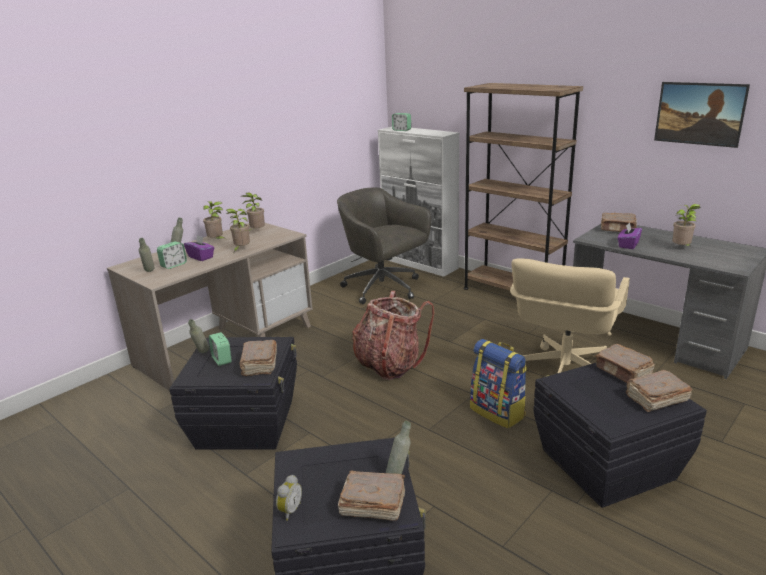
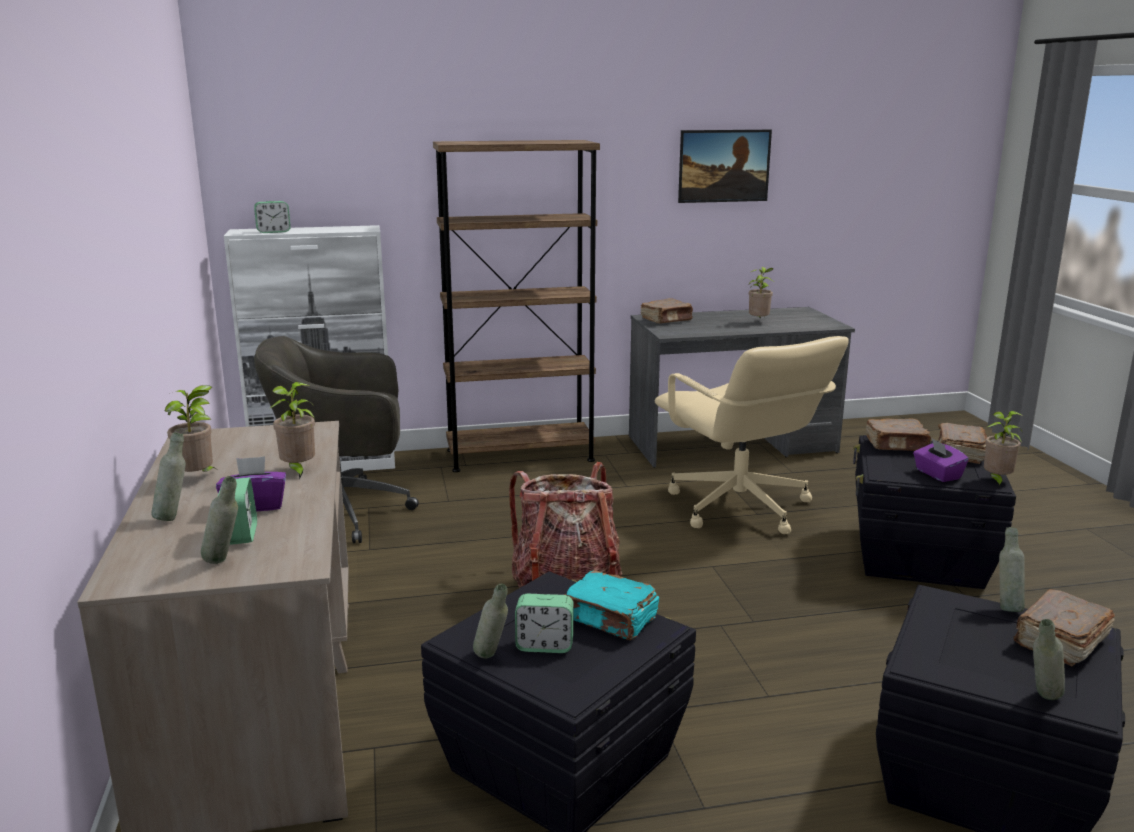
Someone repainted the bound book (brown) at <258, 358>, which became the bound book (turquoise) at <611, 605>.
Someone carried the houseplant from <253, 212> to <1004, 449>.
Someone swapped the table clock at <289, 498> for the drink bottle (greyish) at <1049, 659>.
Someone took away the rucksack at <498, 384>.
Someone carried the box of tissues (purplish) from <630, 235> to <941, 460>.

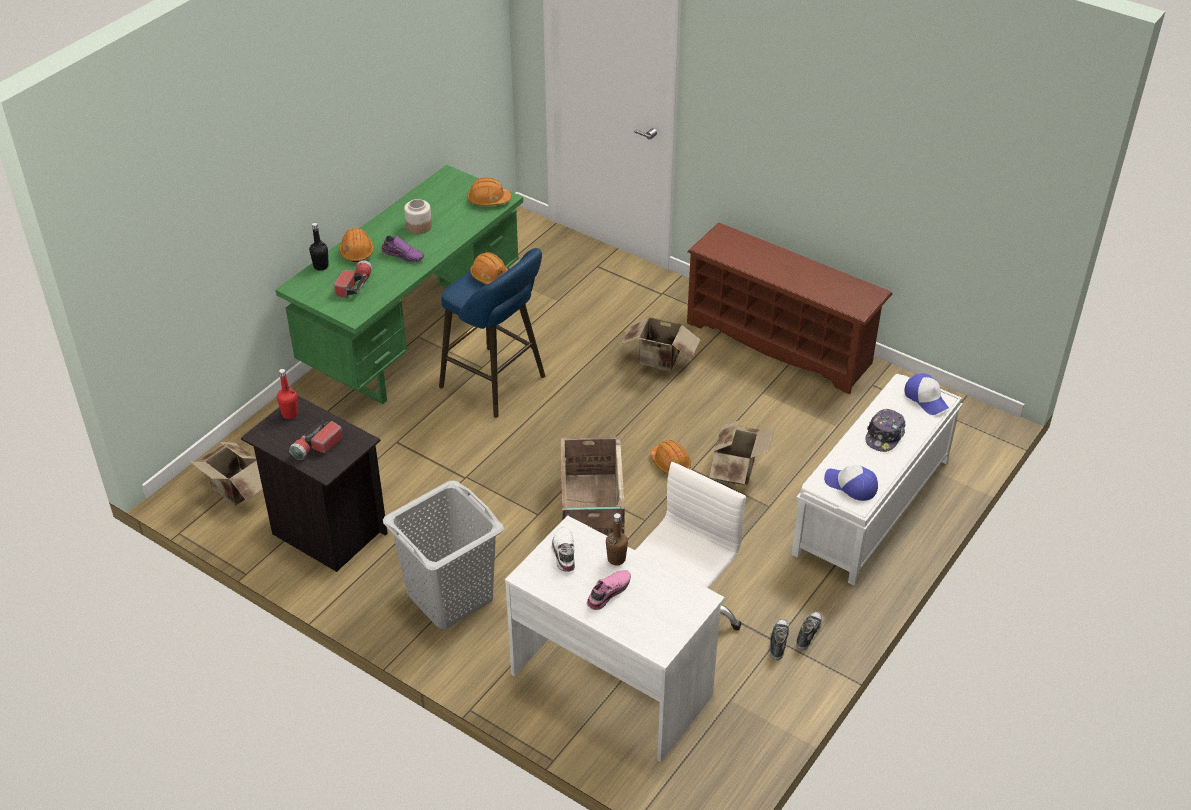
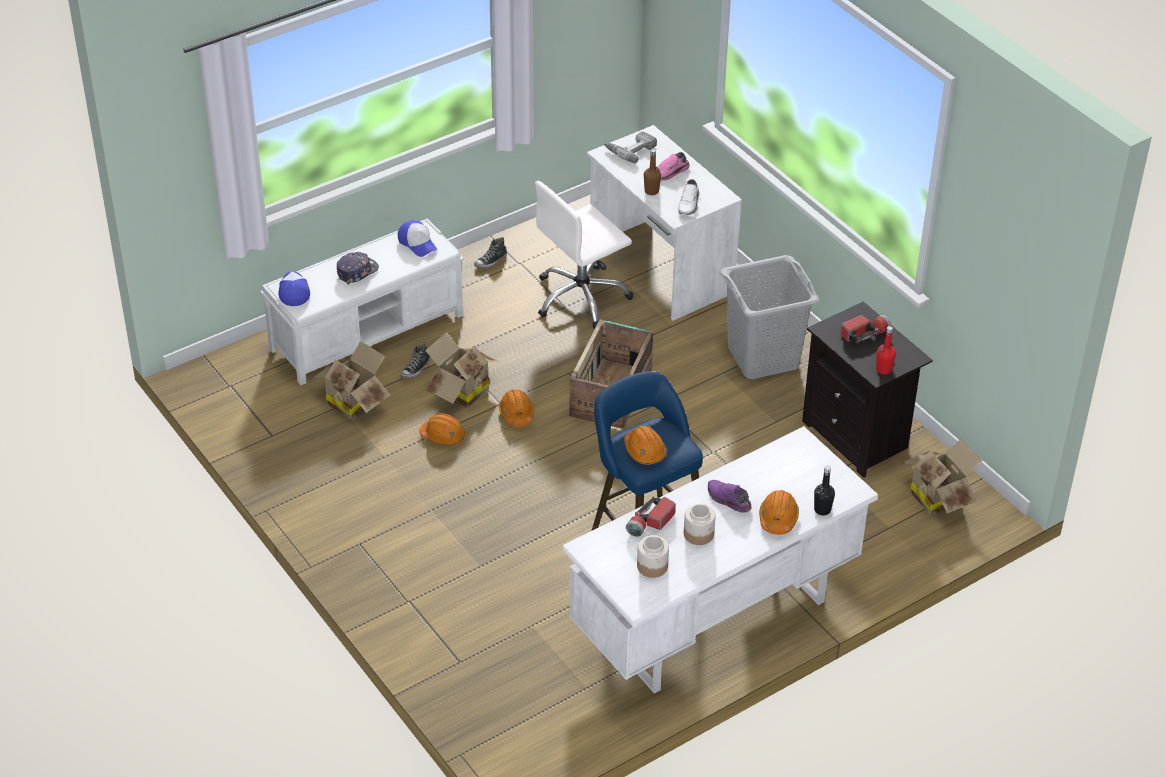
Someone repainted the desk table (greenish) at <399, 284>, which became the desk table (whitish) at <720, 559>.
Someone carried the torch from <353, 279> to <651, 516>.
Someone carried the safety helmet (orange-coloured) from <489, 191> to <442, 429>.
Someone carried the carton from <661, 344> to <350, 380>.
Someone took away the shoe rack (brown) at <789, 308>.
Someone carried the shoe from <780, 639> to <415, 360>.
Someone put down the electric drill at <630, 147>.
Someone put down the storage jar at <653, 556>.

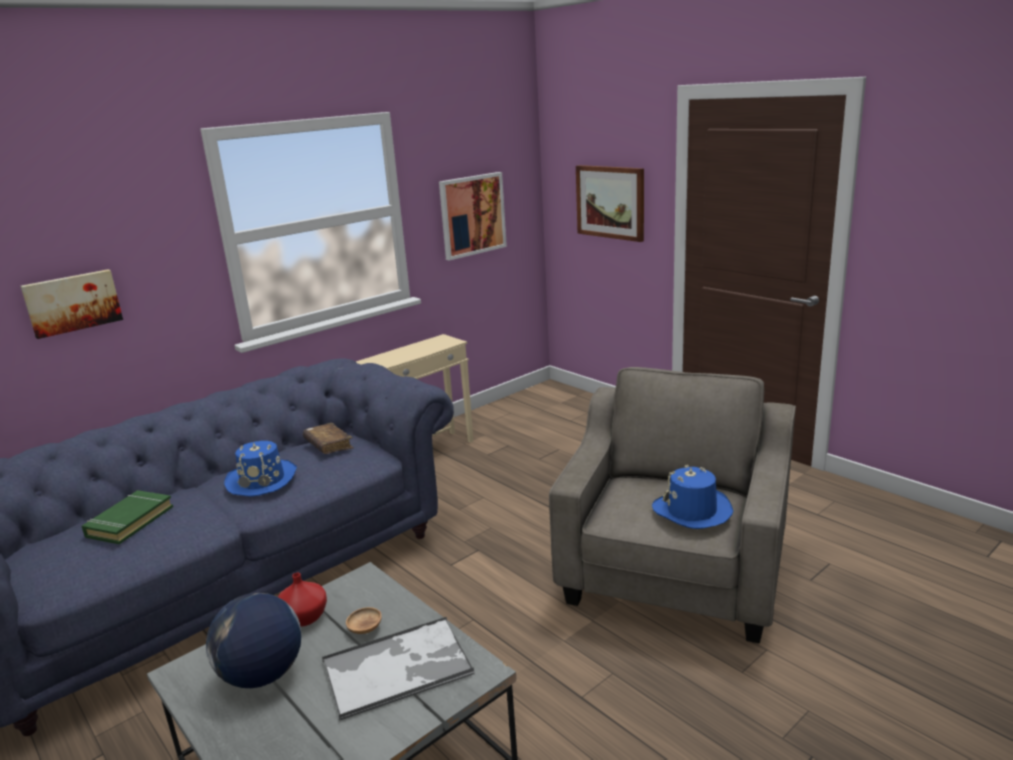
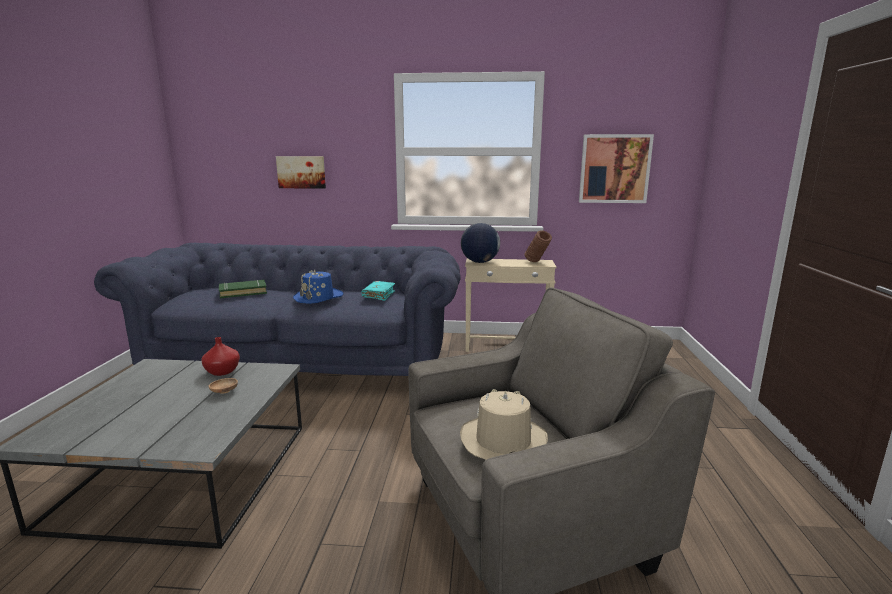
Someone carried the world globe from <254, 640> to <480, 243>.
Someone repainted the bound book (brown) at <328, 438>, which became the bound book (turquoise) at <378, 291>.
Someone took away the carrying tray at <398, 669>.
Someone took away the wall picture at <610, 203>.
Someone repainted the wearable hat (blue) at <692, 497>, which became the wearable hat (beige-coloured) at <504, 424>.
Someone put down the decorative vase (brown) at <538, 246>.

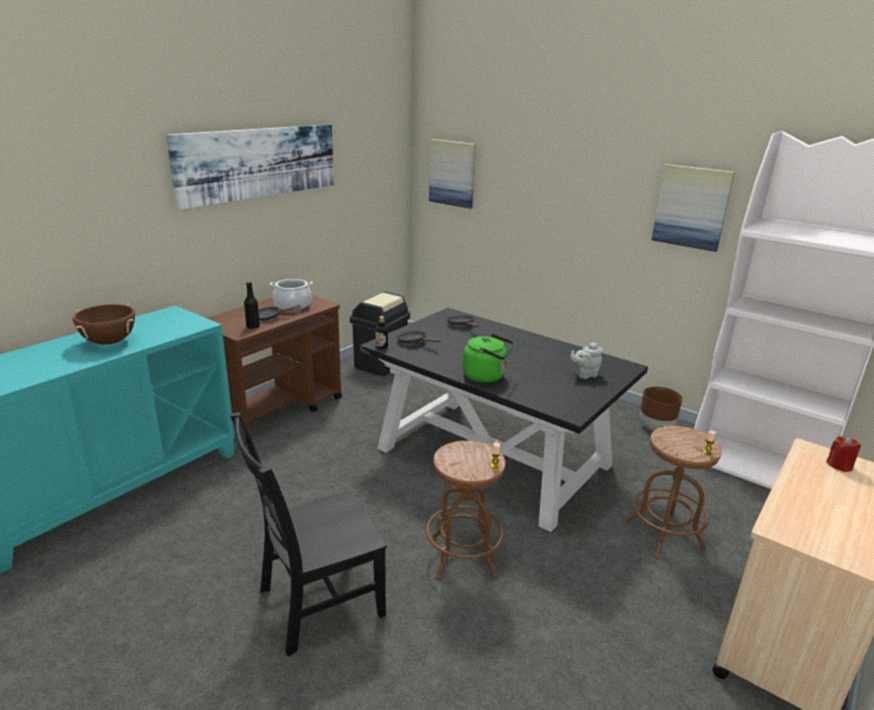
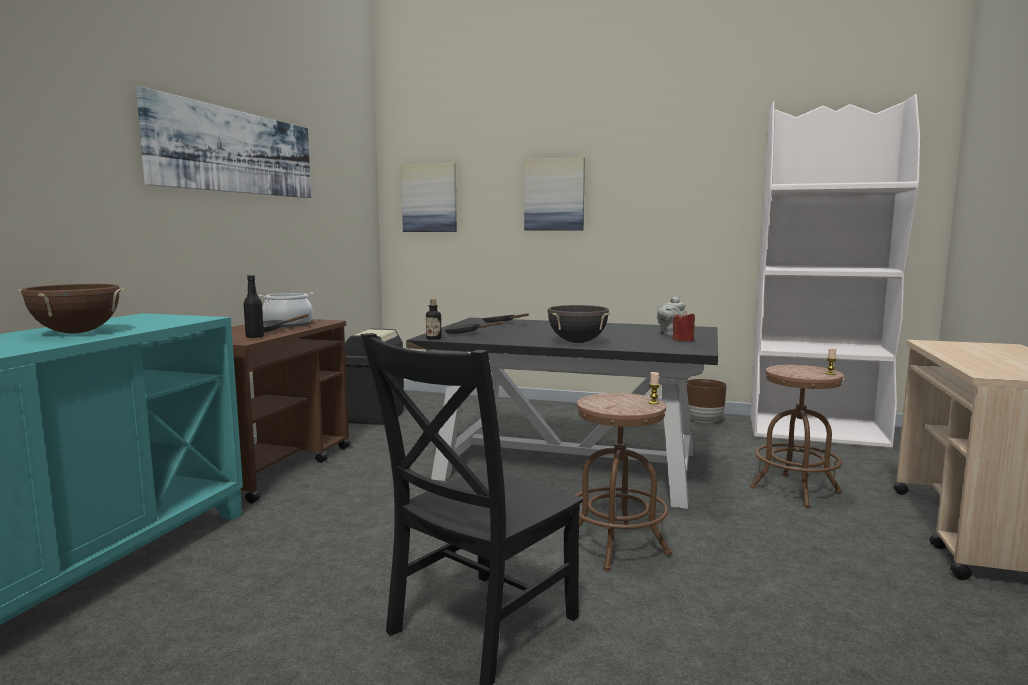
Someone swapped the tea kettle (greenish) at <488, 358> for the saucepot (black-coloured) at <578, 324>.
Someone carried the wall picture from <693, 208> to <554, 194>.
Someone carried the candle (red) from <843, 454> to <683, 326>.

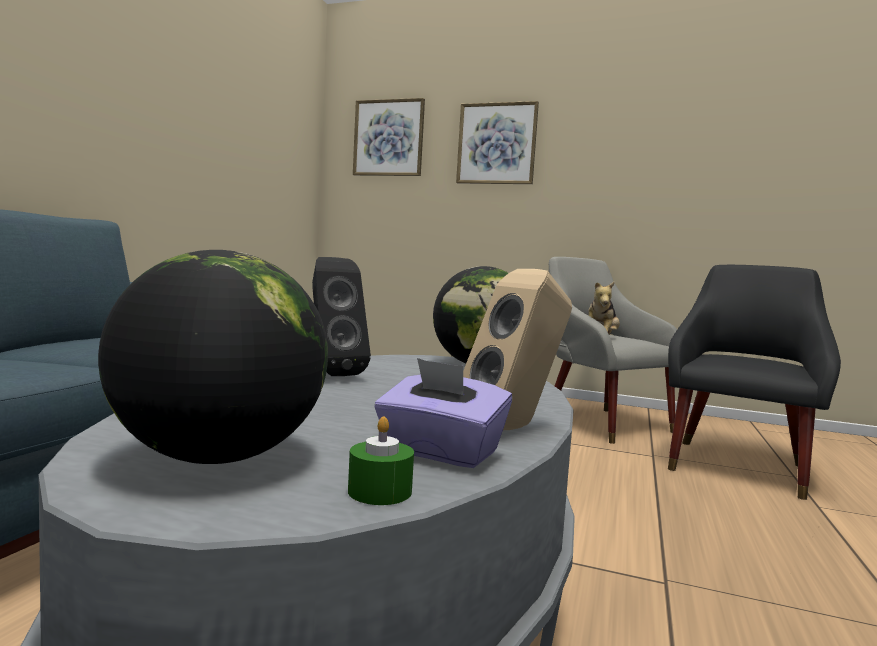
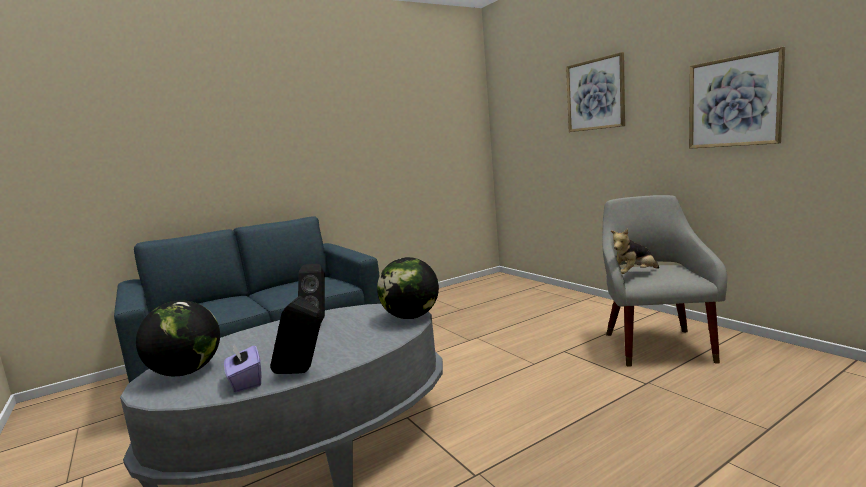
Someone took away the candle (greenish) at <381, 460>.
Someone carried the wall picture from <389, 137> to <737, 98>.
Someone repainted the loudspeaker (beige-coloured) at <517, 349>, which became the loudspeaker (black-coloured) at <296, 335>.
Someone took away the easy chair (black-coloured) at <754, 382>.

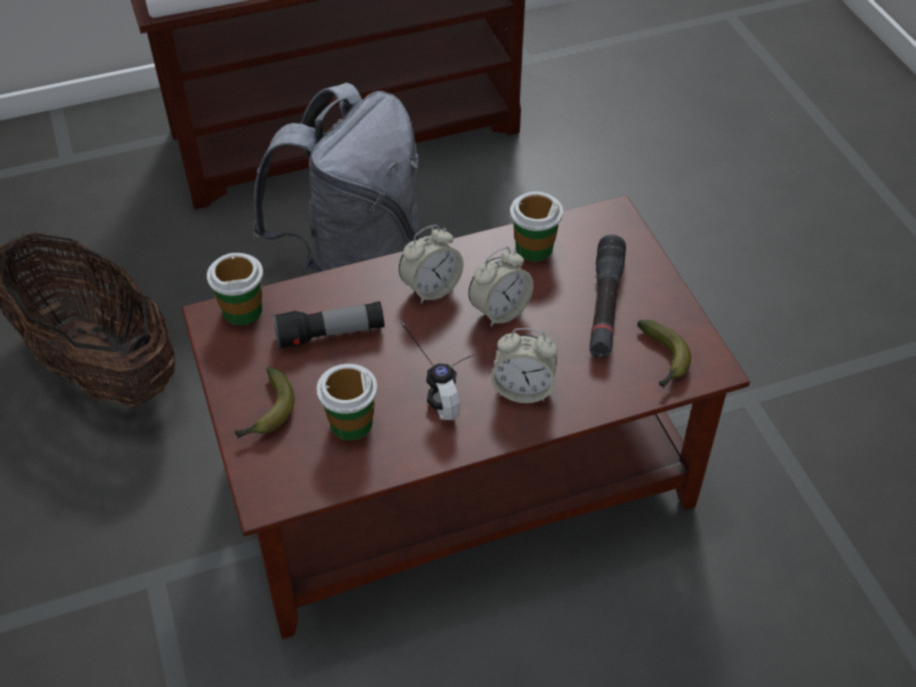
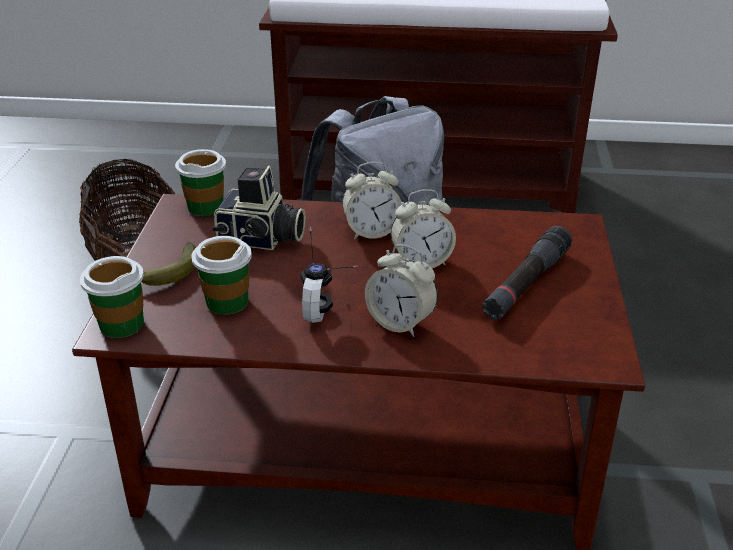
Someone swapped the torch at <328, 325> for the still camera at <259, 208>.
Someone carried the small cup from <536, 226> to <112, 297>.
Someone took away the whole banana at <664, 354>.

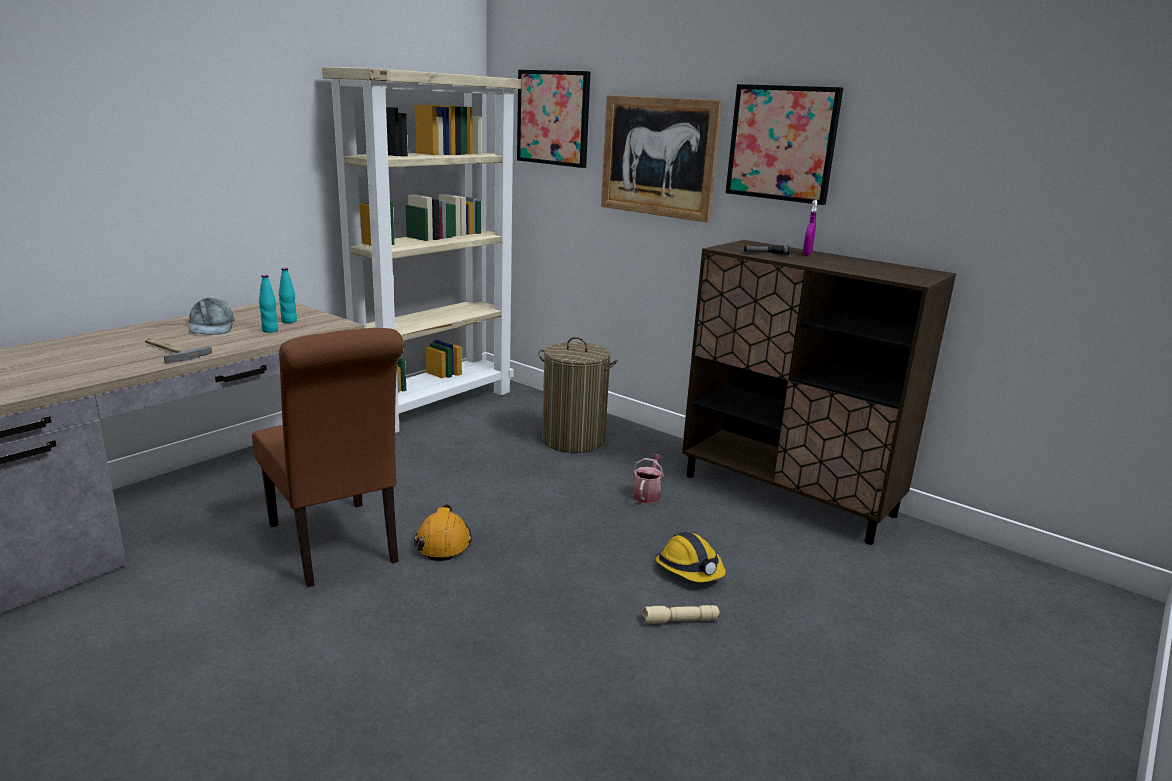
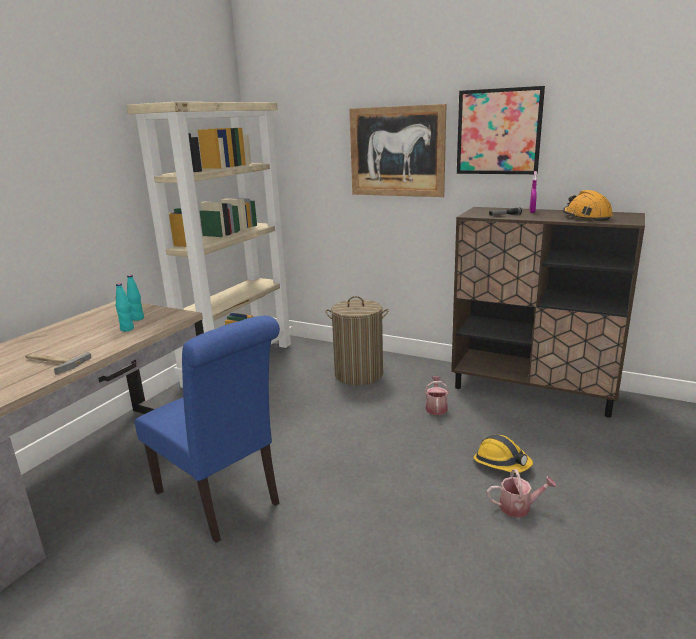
Someone took away the peaked cap (greyish) at <212, 316>.
Someone repainted the upright chair (brown) at <328, 458>, which became the upright chair (blue) at <207, 429>.
Someone carried the safety helmet (orange-coloured) from <443, 532> to <588, 205>.
Someone took away the wall picture at <553, 119>.
Someone swapped the torch (beige-coloured) at <681, 614> for the watering pot at <522, 493>.

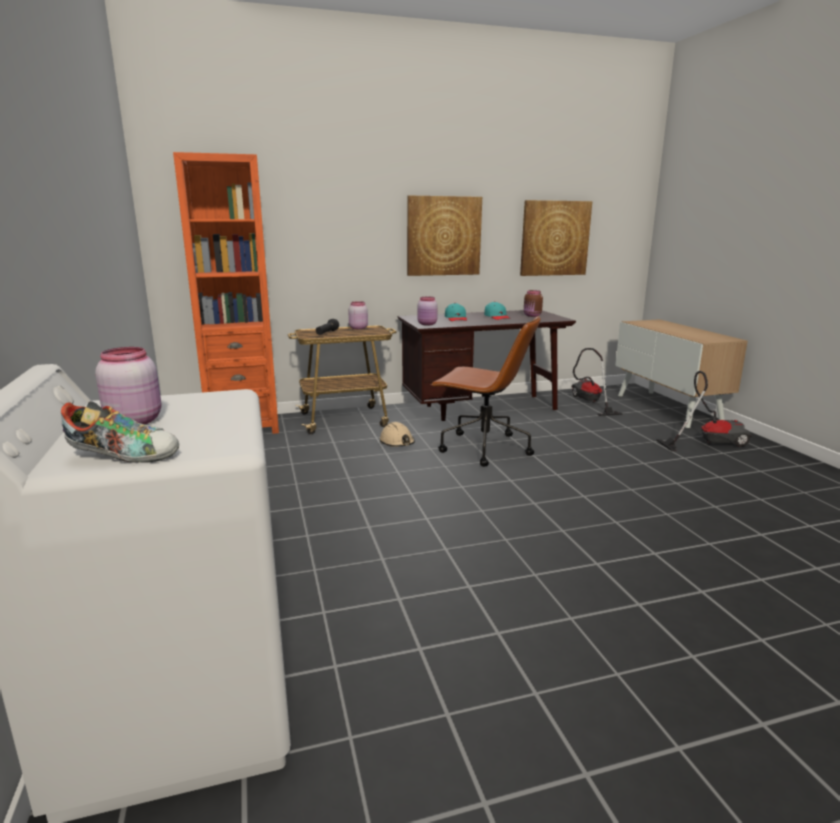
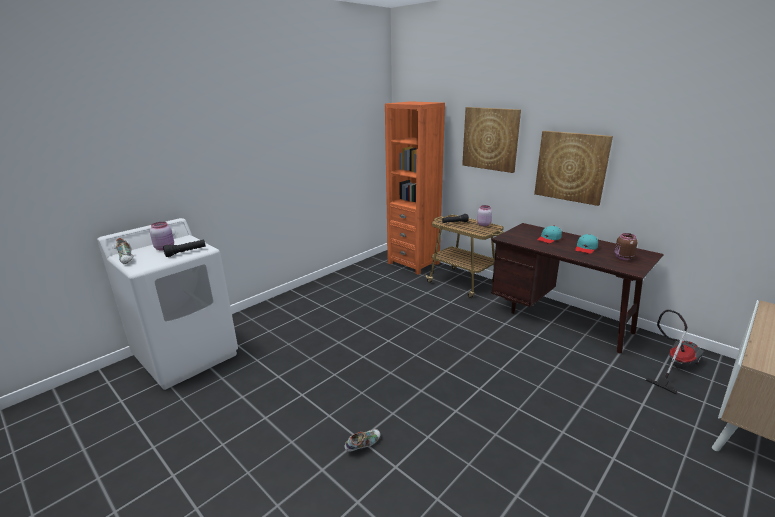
Someone took away the safety helmet (beige-coloured) at <397, 434>.
Someone took away the storage jar (pink) at <427, 311>.
Someone took away the desk chair (brown) at <486, 391>.
Someone carried the wall picture from <556, 238> to <491, 140>.
Someone took away the hoover at <704, 411>.
Someone put down the torch (black-coloured) at <184, 248>.
Someone put down the shoe at <362, 440>.

